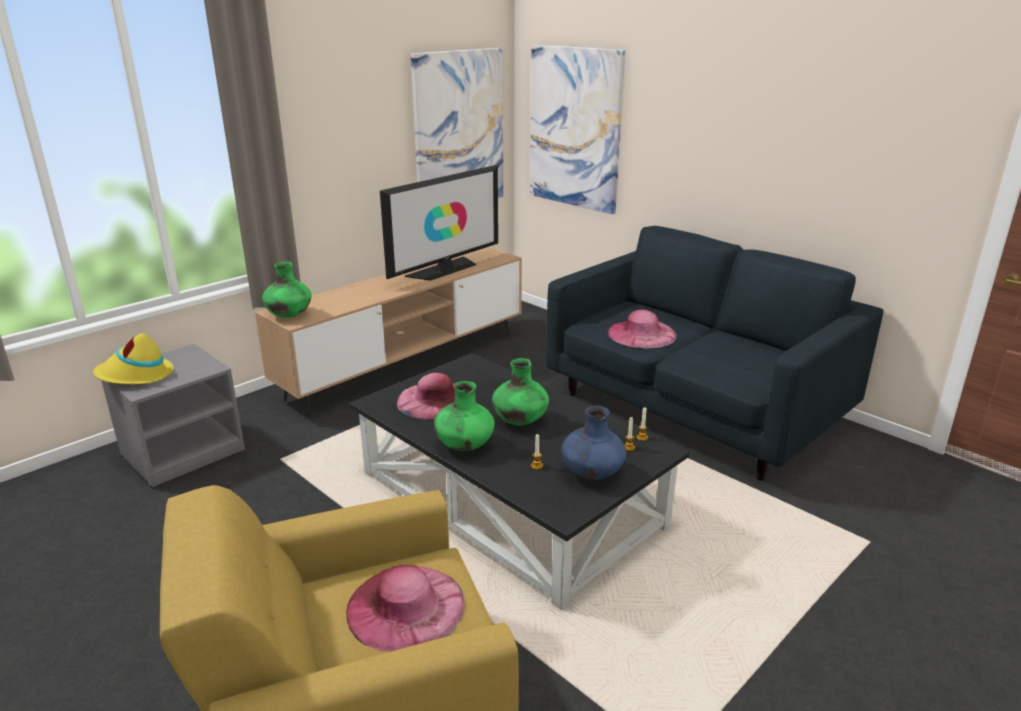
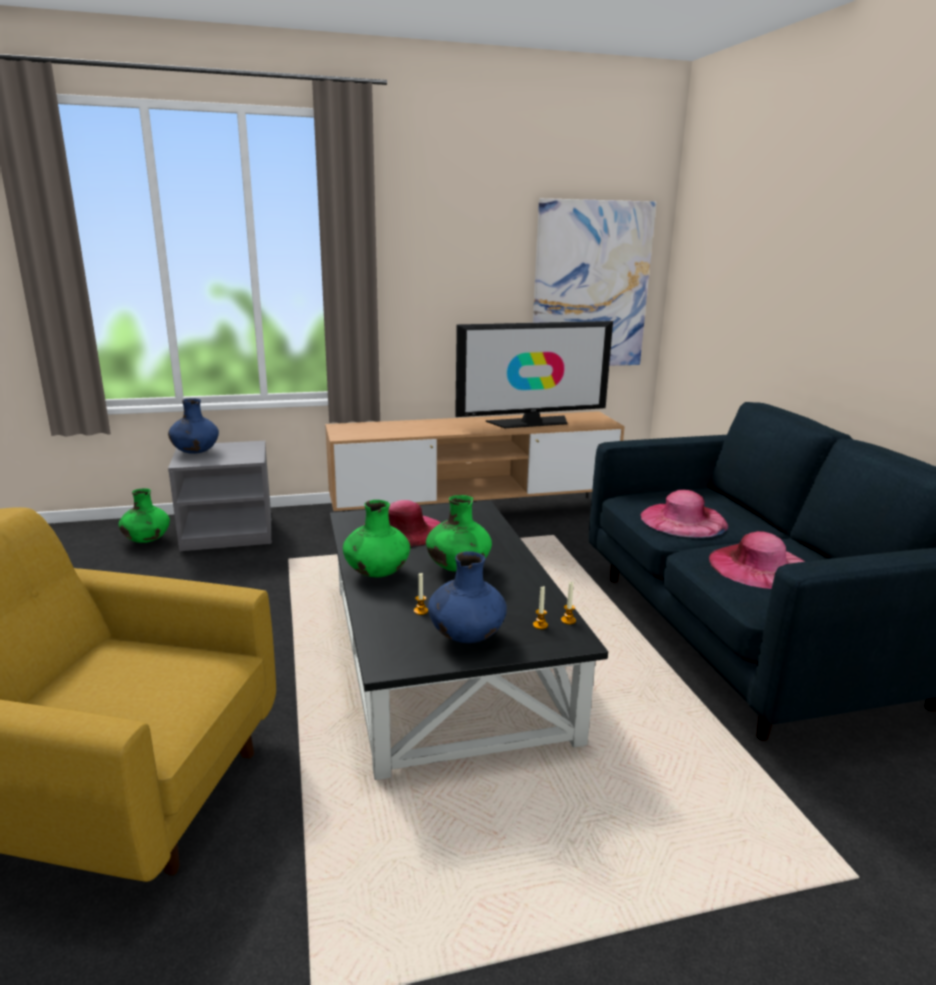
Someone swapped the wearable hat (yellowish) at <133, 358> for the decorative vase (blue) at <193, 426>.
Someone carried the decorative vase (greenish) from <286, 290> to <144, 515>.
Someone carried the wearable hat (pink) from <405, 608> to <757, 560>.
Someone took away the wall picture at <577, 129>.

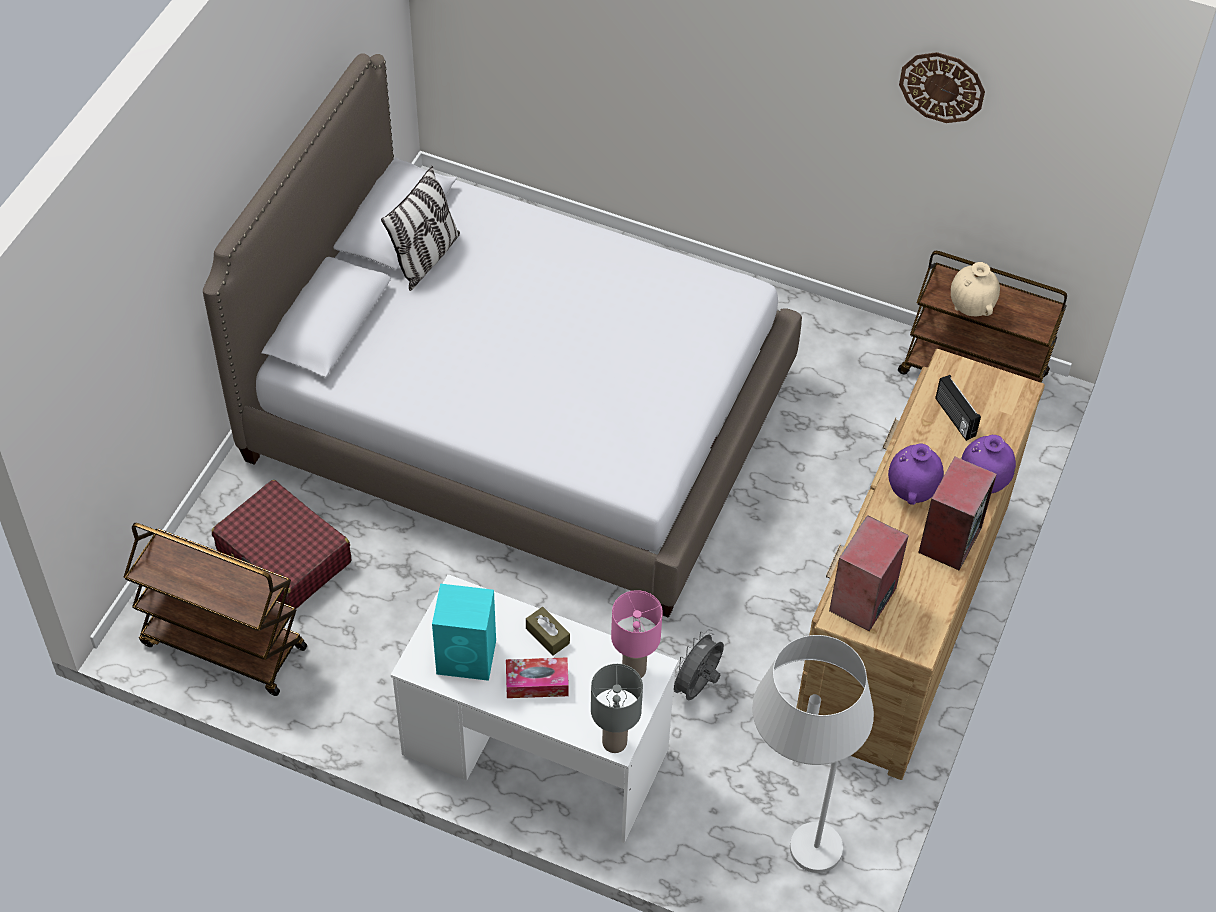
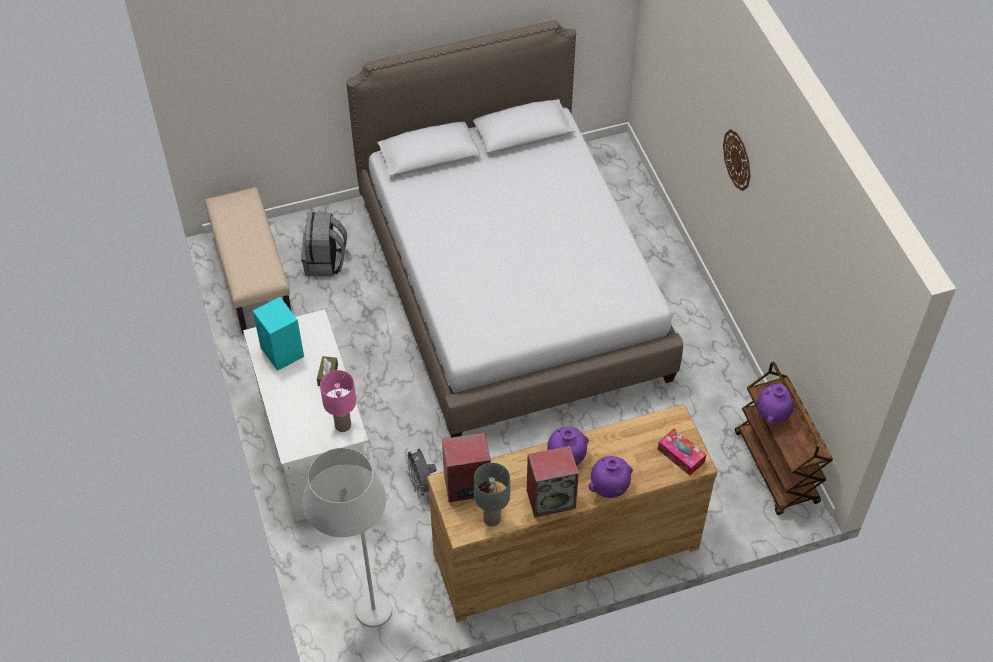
Someone swapped the cart (brown) at <215, 609> for the bench (beige-coloured) at <248, 260>.
Someone swapped the travel case (red) at <281, 544> for the rucksack (greyish) at <324, 244>.
Someone took away the cushion at <420, 228>.
Someone carried the box of tissues from <537, 677> to <682, 452>.
Someone carried the table lamp (greyish) from <617, 708> to <492, 495>.
Someone rotated the cooling fan (greyish) at <698, 664> by 105 degrees counterclockwise.
Someone carried the hanging clock from <942, 87> to <736, 160>.
Someone took away the radio receiver at <958, 408>.
Someone repainted the decorative vase (beige-coloured) at <975, 289>, which became the decorative vase (purplish) at <776, 404>.

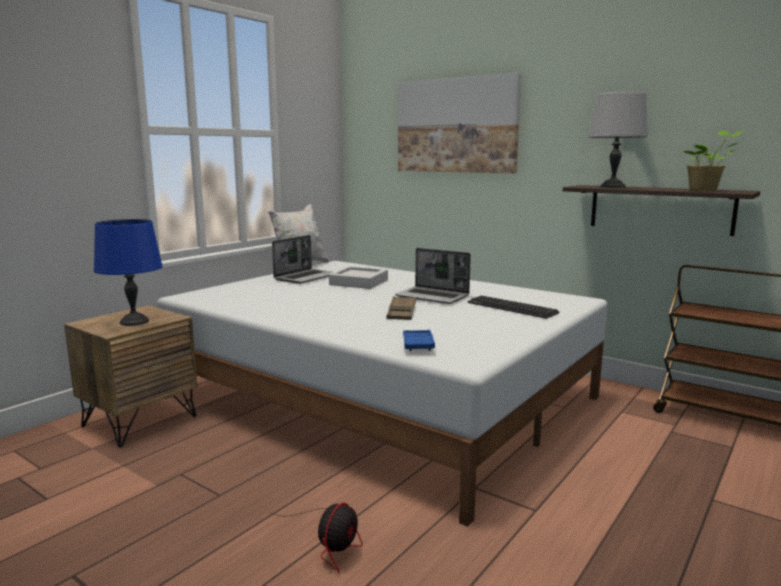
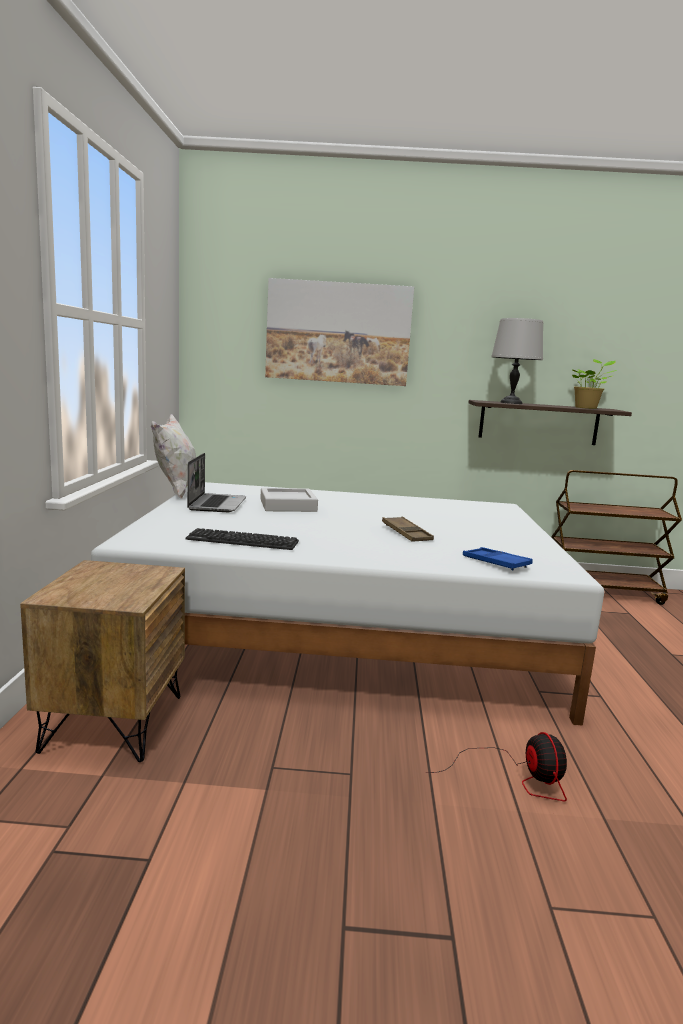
Someone took away the table lamp (blue) at <128, 272>.
Someone took away the notebook computer at <433, 276>.
Someone carried the keyboard from <513, 307> to <242, 539>.

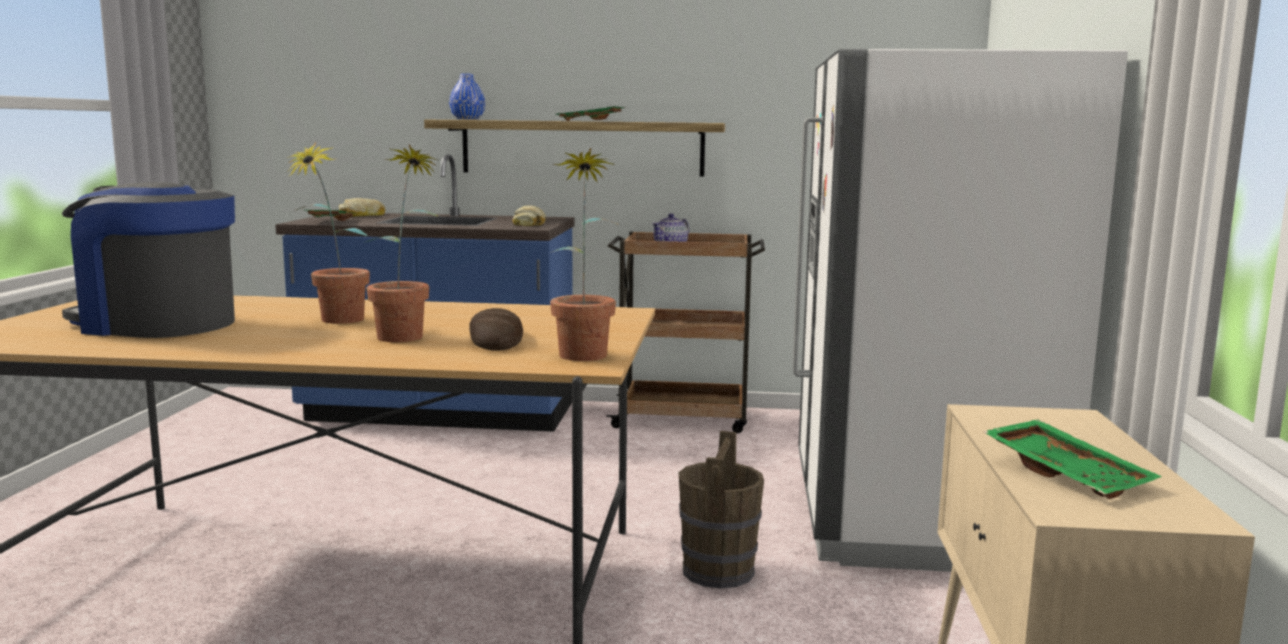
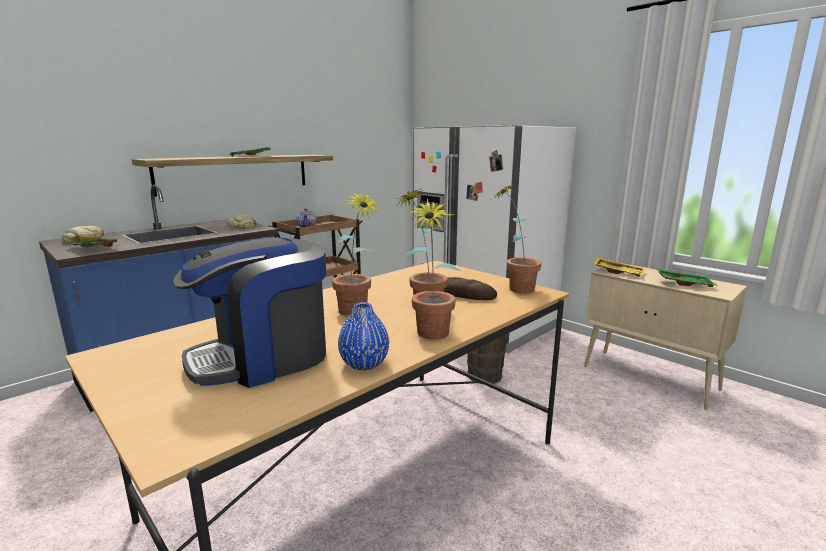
Someone carried the decorative vase (blue) from <467, 97> to <363, 336>.
Someone put down the houseplant at <433, 269>.
Someone put down the carrying tray (yellowish) at <620, 267>.

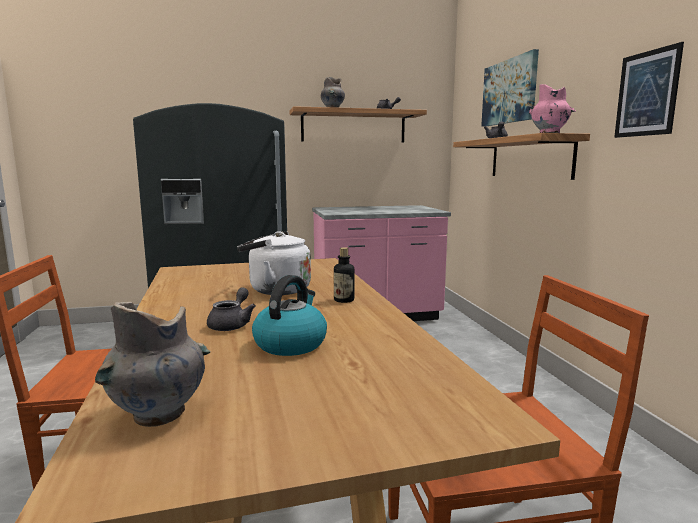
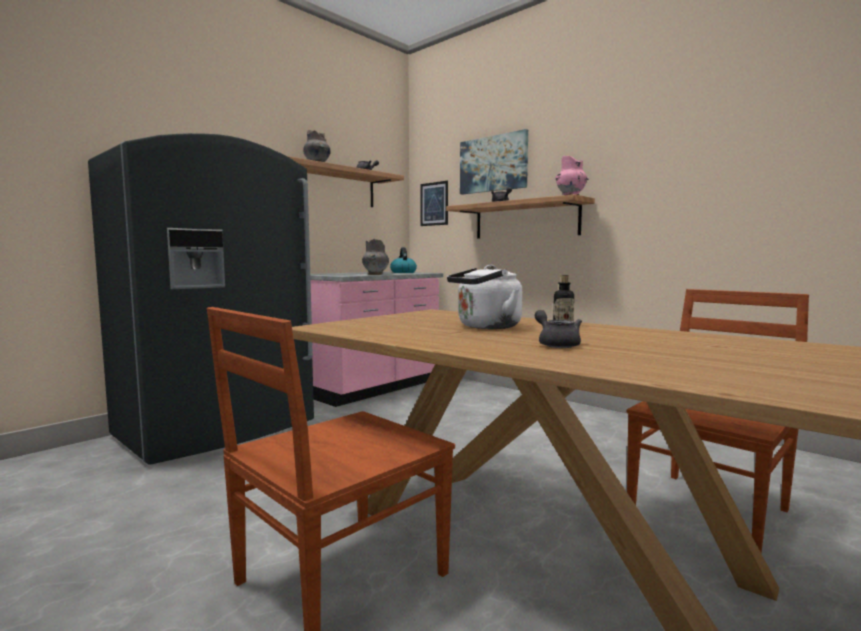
Someone carried the decorative vase (greyish) from <153, 364> to <375, 257>.
Someone carried the tea kettle from <289, 315> to <403, 260>.
Someone carried the wall picture from <649, 90> to <434, 203>.

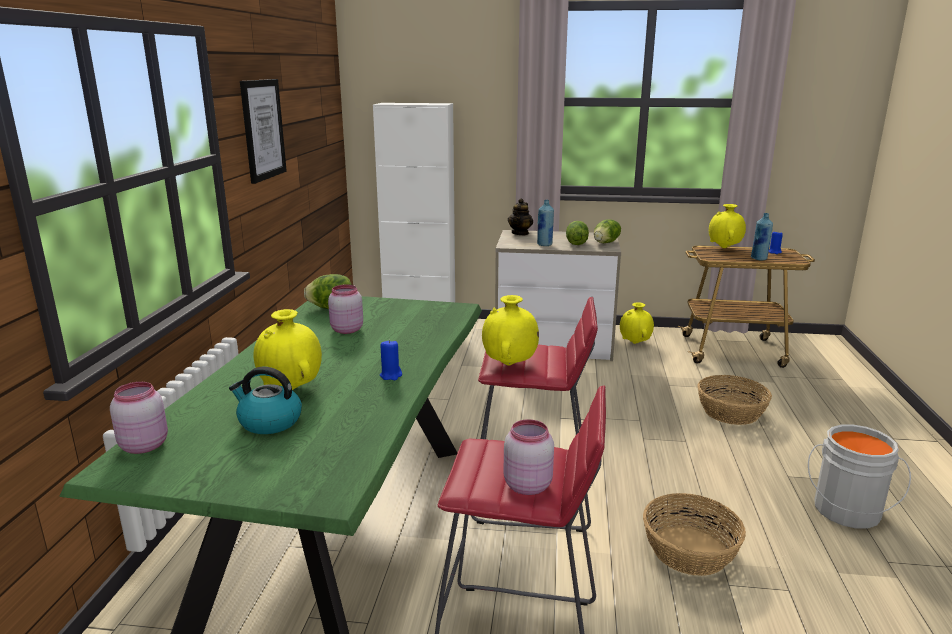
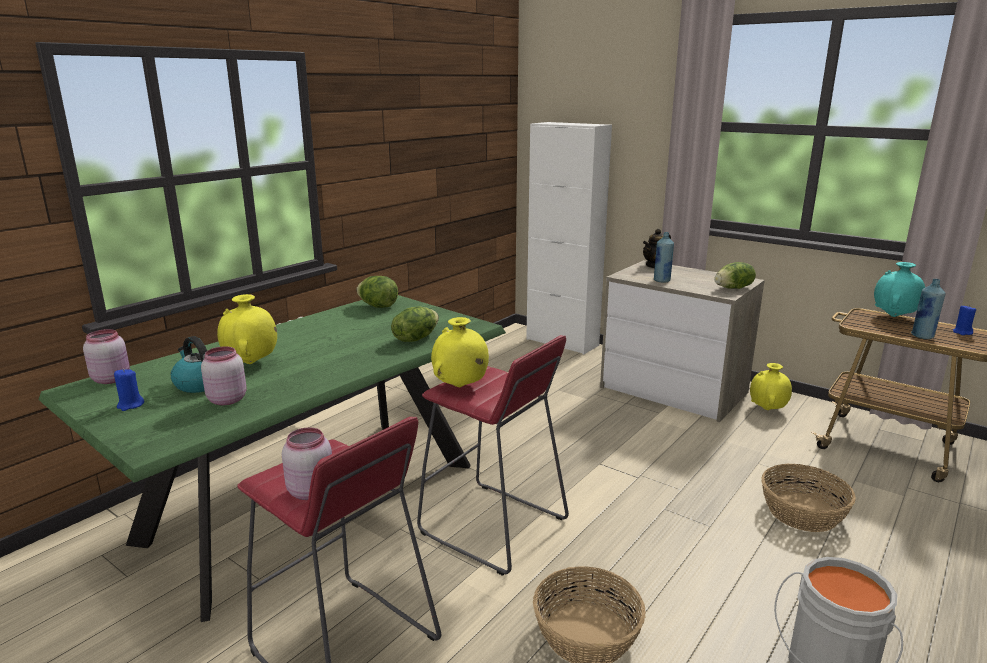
Someone took away the wall picture at <263, 131>.
Someone carried the storage jar (pink) from <345, 309> to <224, 375>.
Someone carried the candle (blue) from <391, 360> to <129, 390>.
Someone carried the head of lettuce from <577, 233> to <415, 324>.
Someone repainted the decorative vase (yellowish) at <727, 226>, which became the decorative vase (turquoise) at <899, 289>.

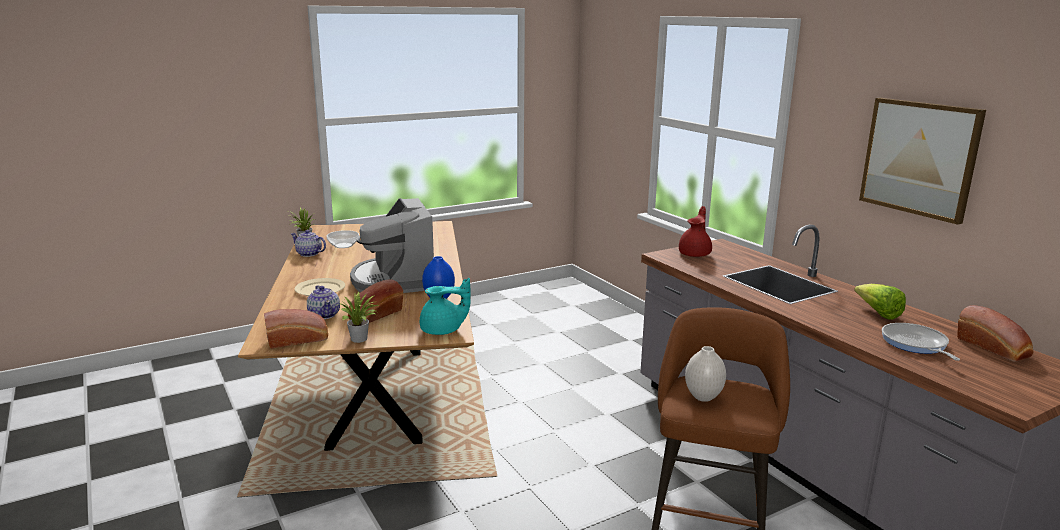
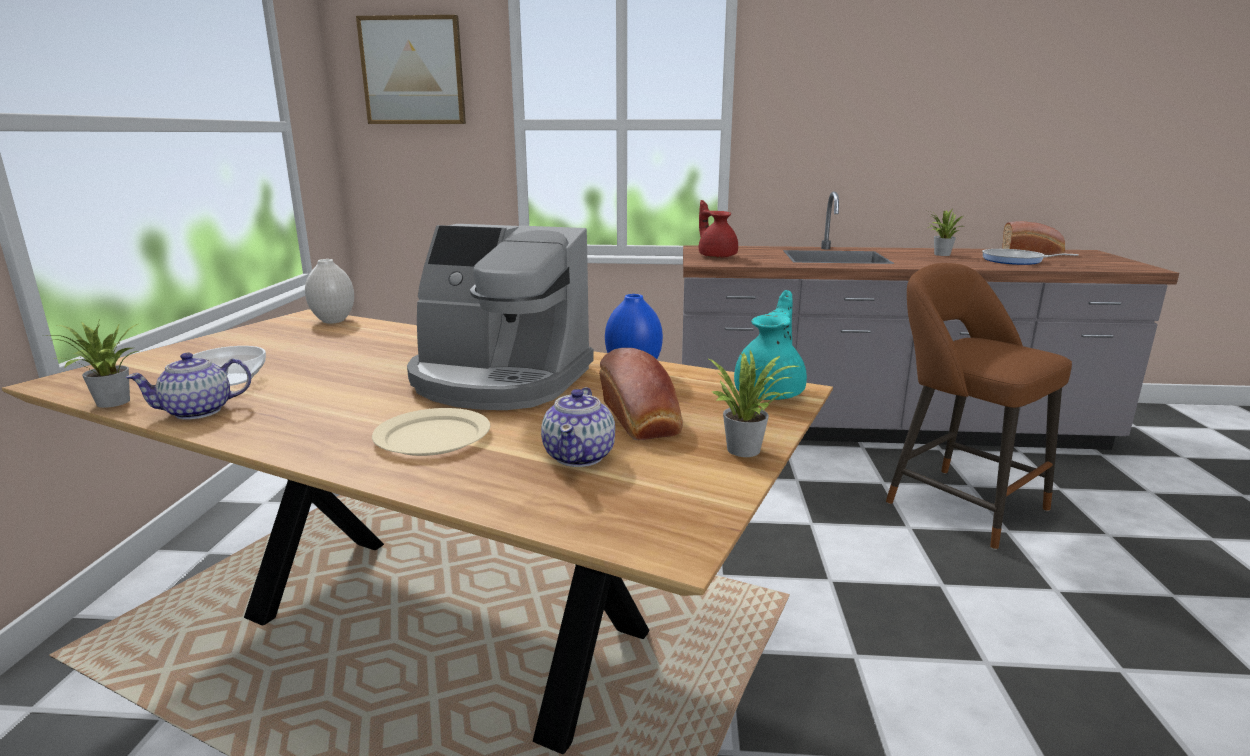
Someone took away the bakery bread at <296, 329>.
Someone rotated the teapot at <323, 302> by 90 degrees clockwise.
Someone carried the decorative vase (whitish) from <705, 374> to <329, 291>.
Someone swapped the head of lettuce at <880, 302> for the houseplant at <945, 233>.
Someone carried the wall picture from <922, 161> to <411, 69>.

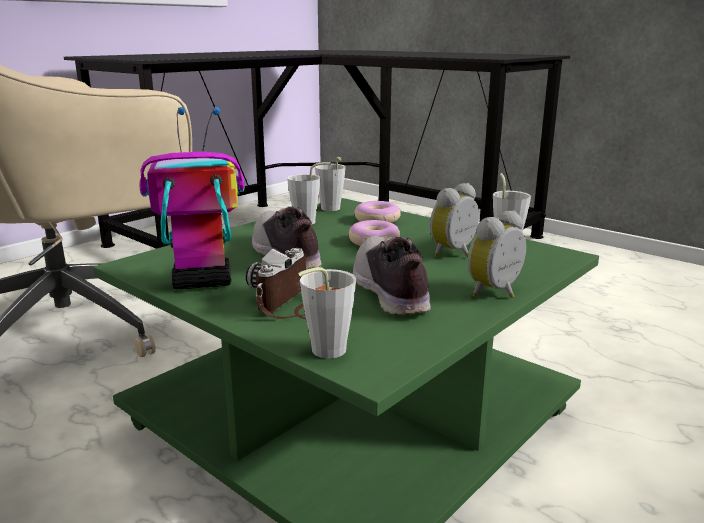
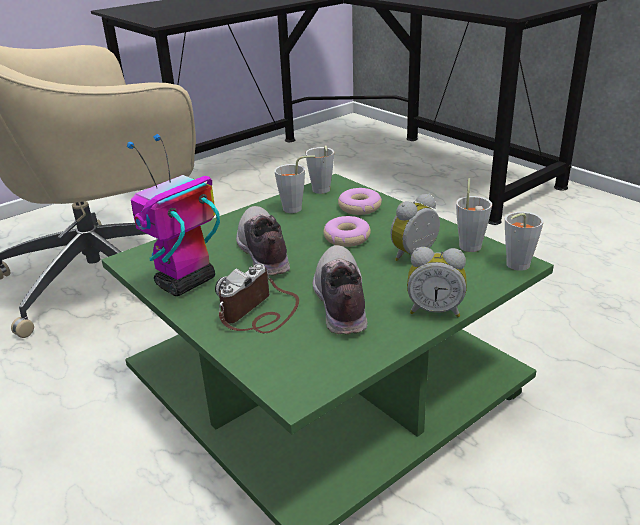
Someone rotated the model robot at <192, 198> by 45 degrees counterclockwise.
Someone carried the small cup (greyish) from <327, 313> to <524, 241>.
Someone rotated the table clock at <497, 254> by 135 degrees counterclockwise.

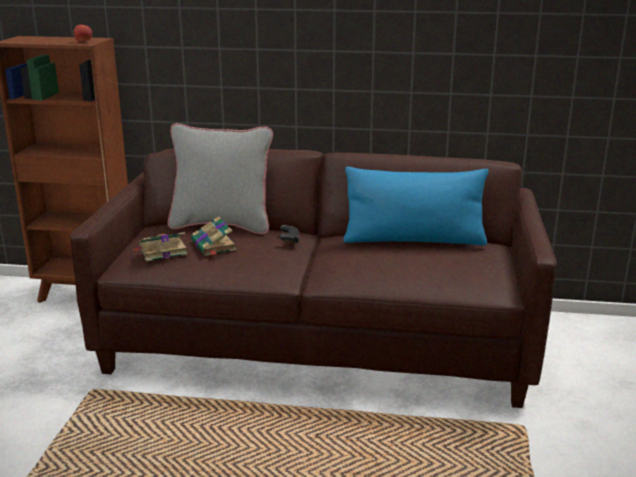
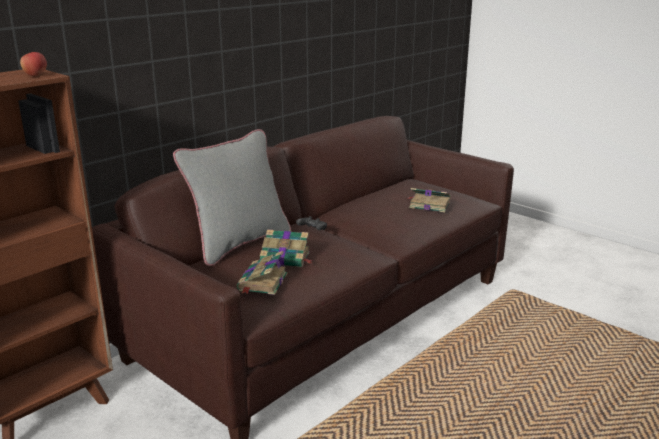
Someone took away the cushion (blue) at <416, 206>.
Someone put down the bound book at <429, 200>.

